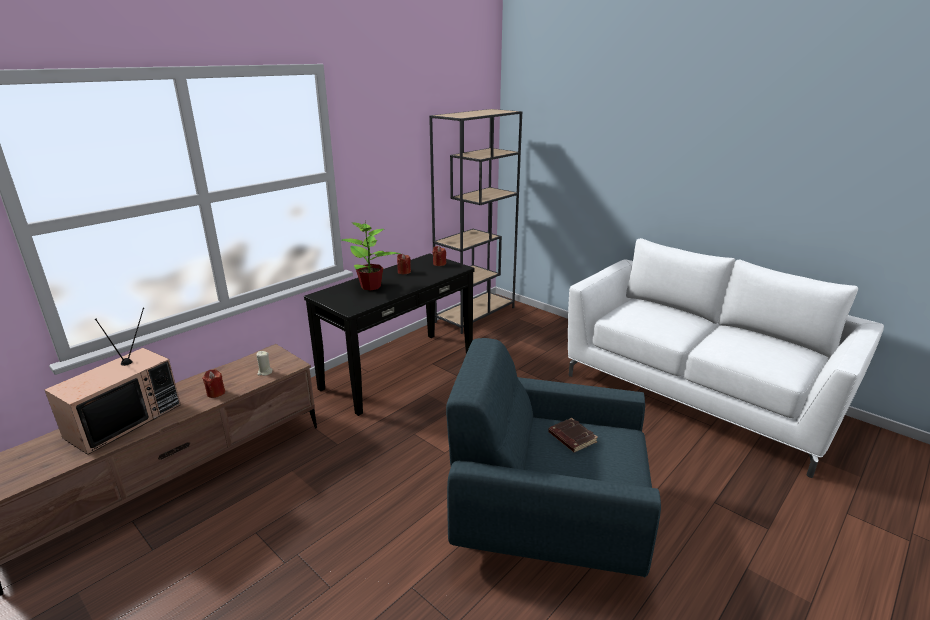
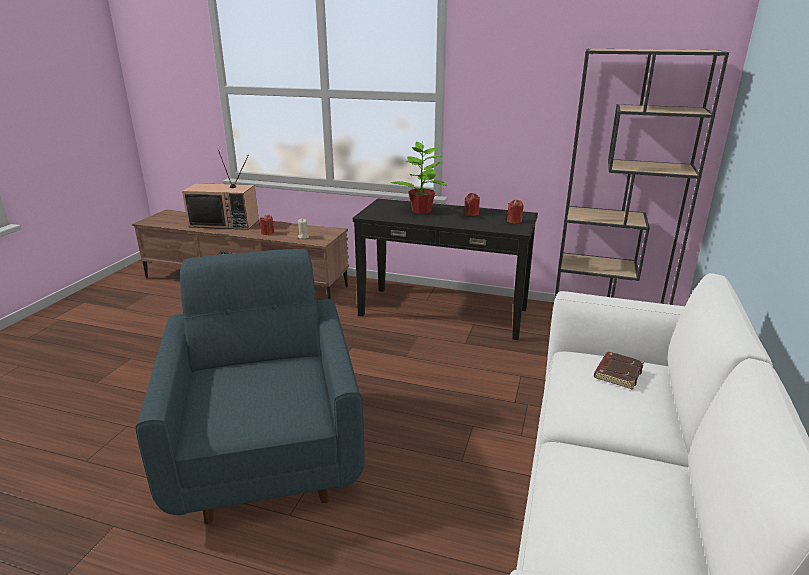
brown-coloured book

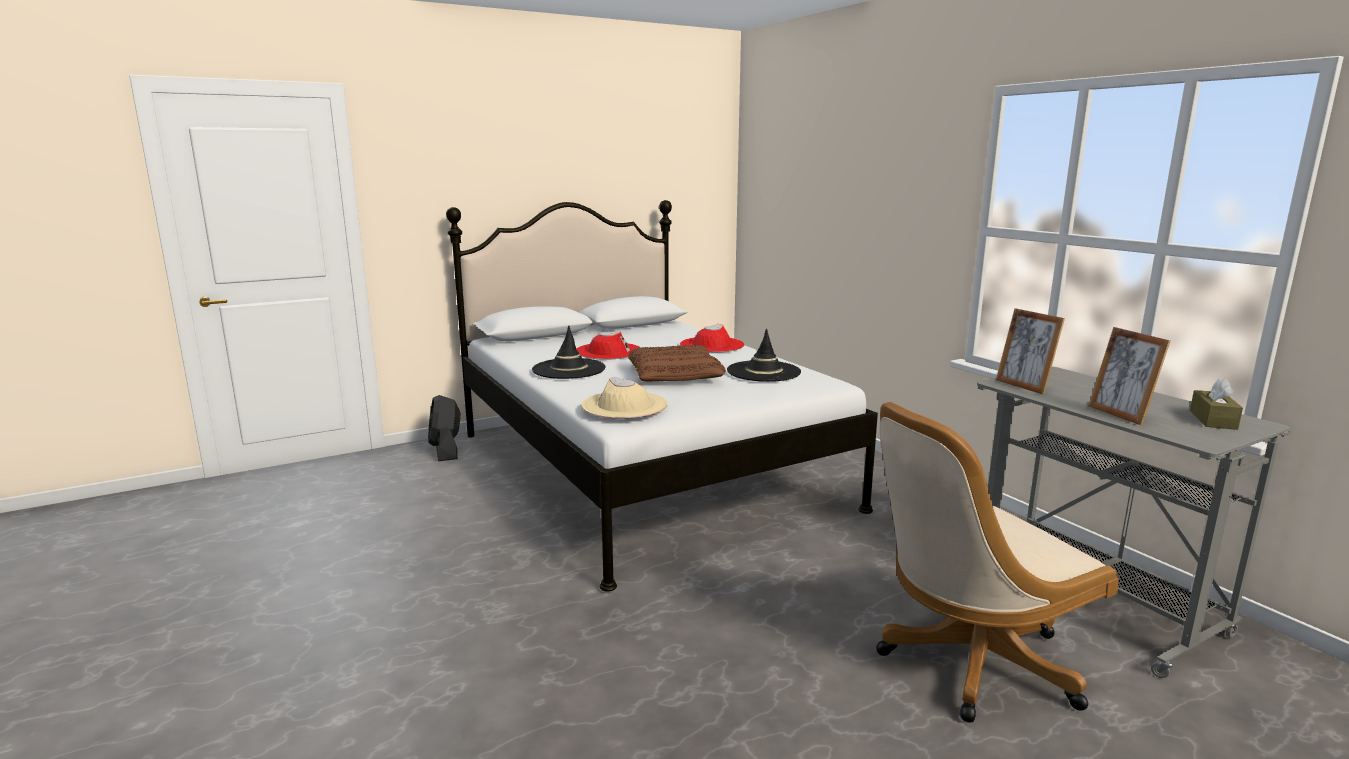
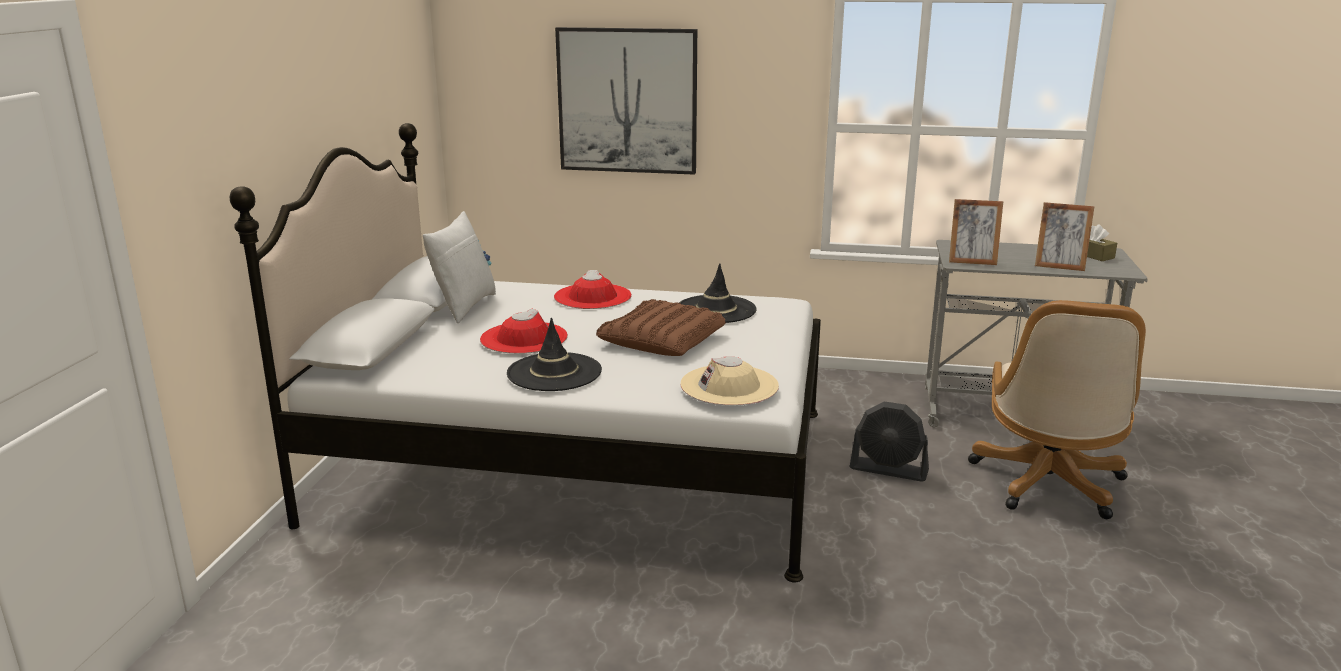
greyish throw pillow; wall picture; blackish electric fan

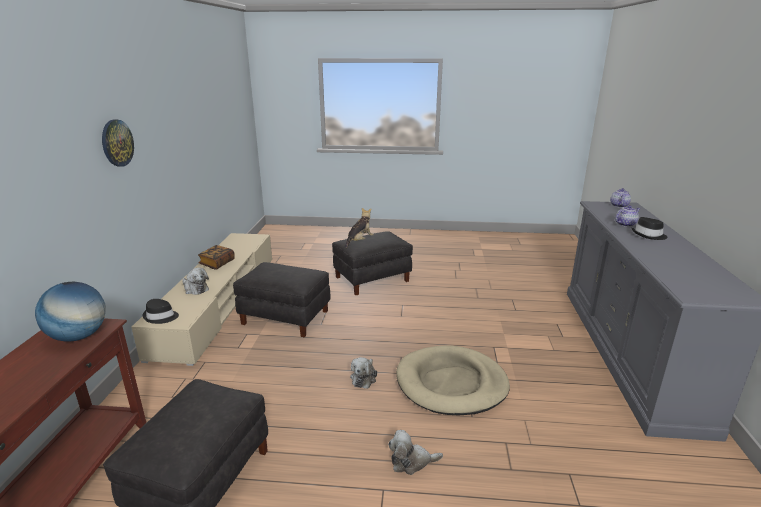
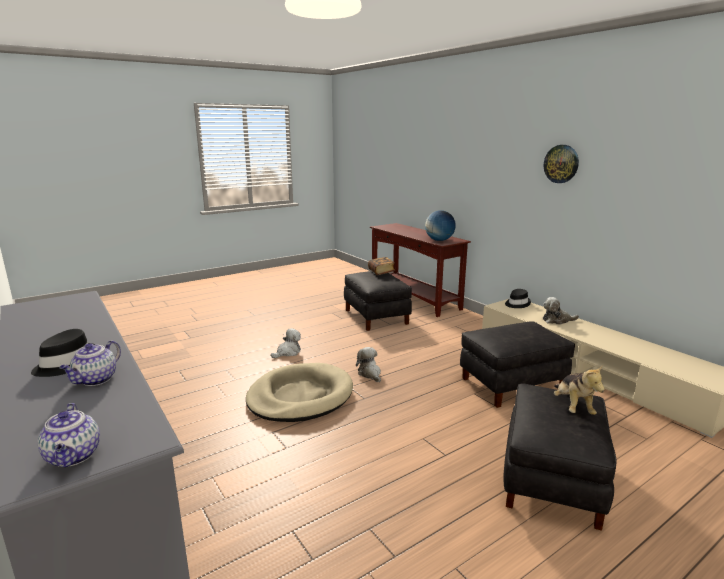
book

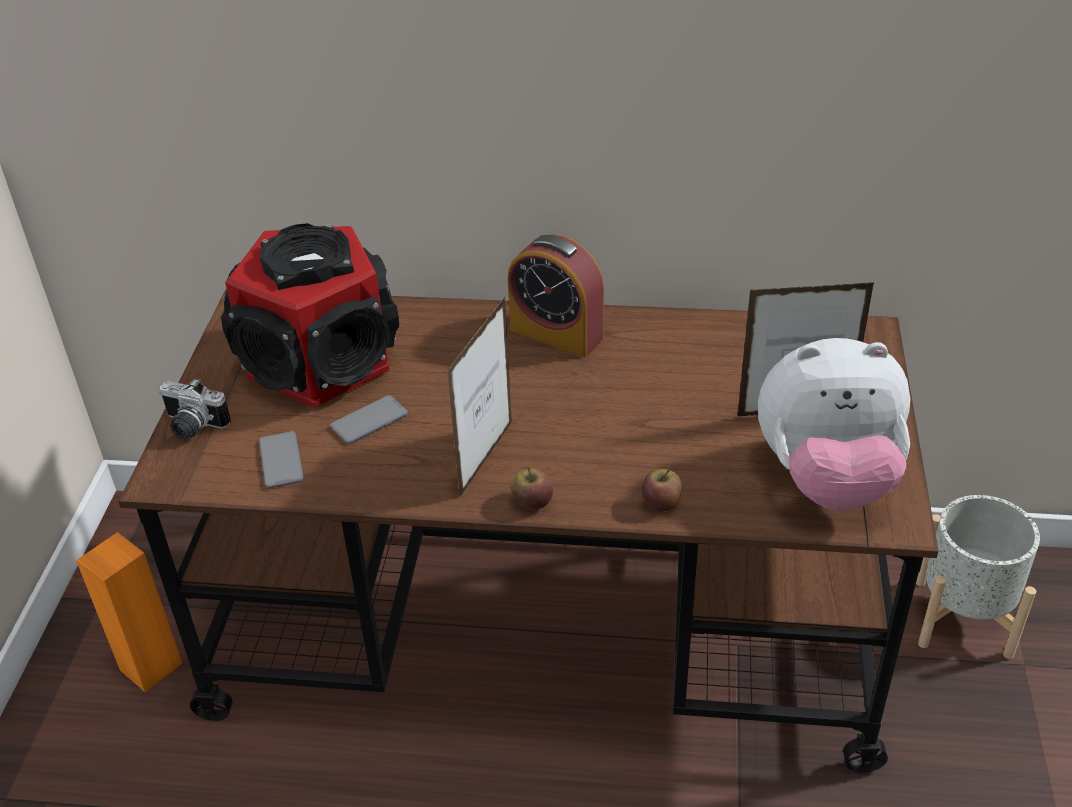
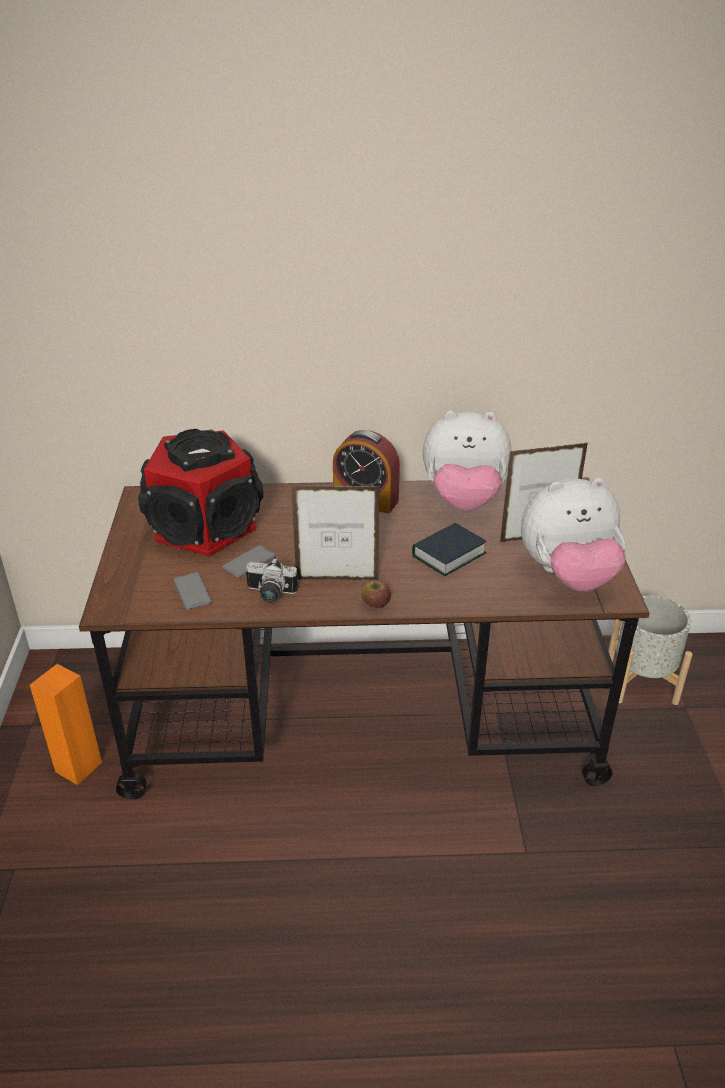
still camera; standing frame (no. 1 from left); book; cuddly toy (no. 1 from left); whole apple (no. 2 from left in the first image)

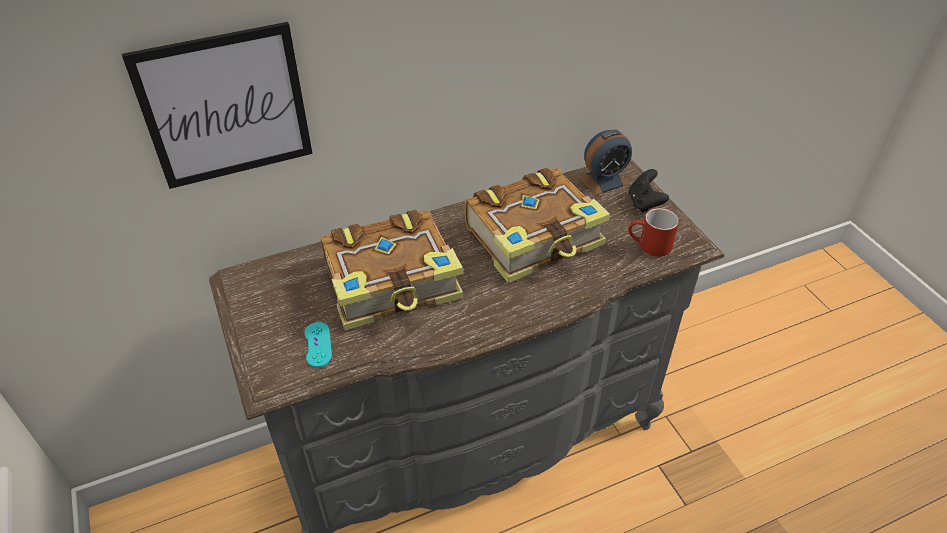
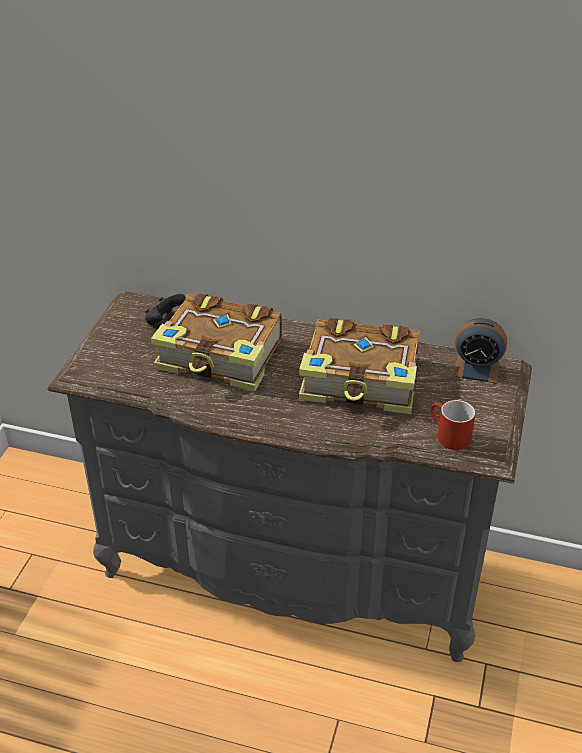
blackish game controller; wall picture; turquoise-coloured game controller

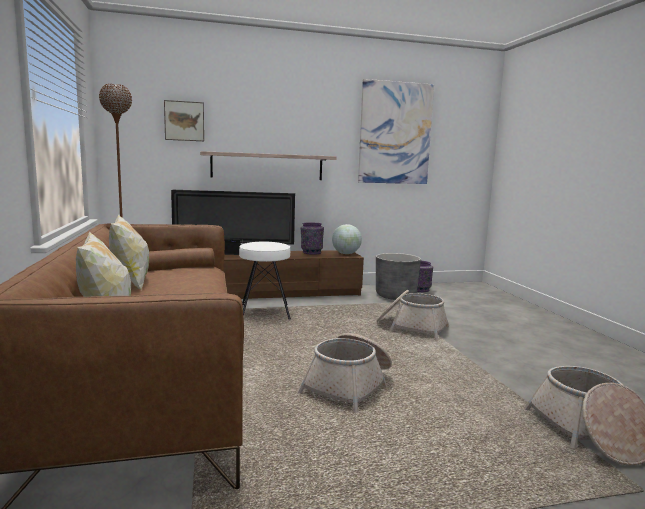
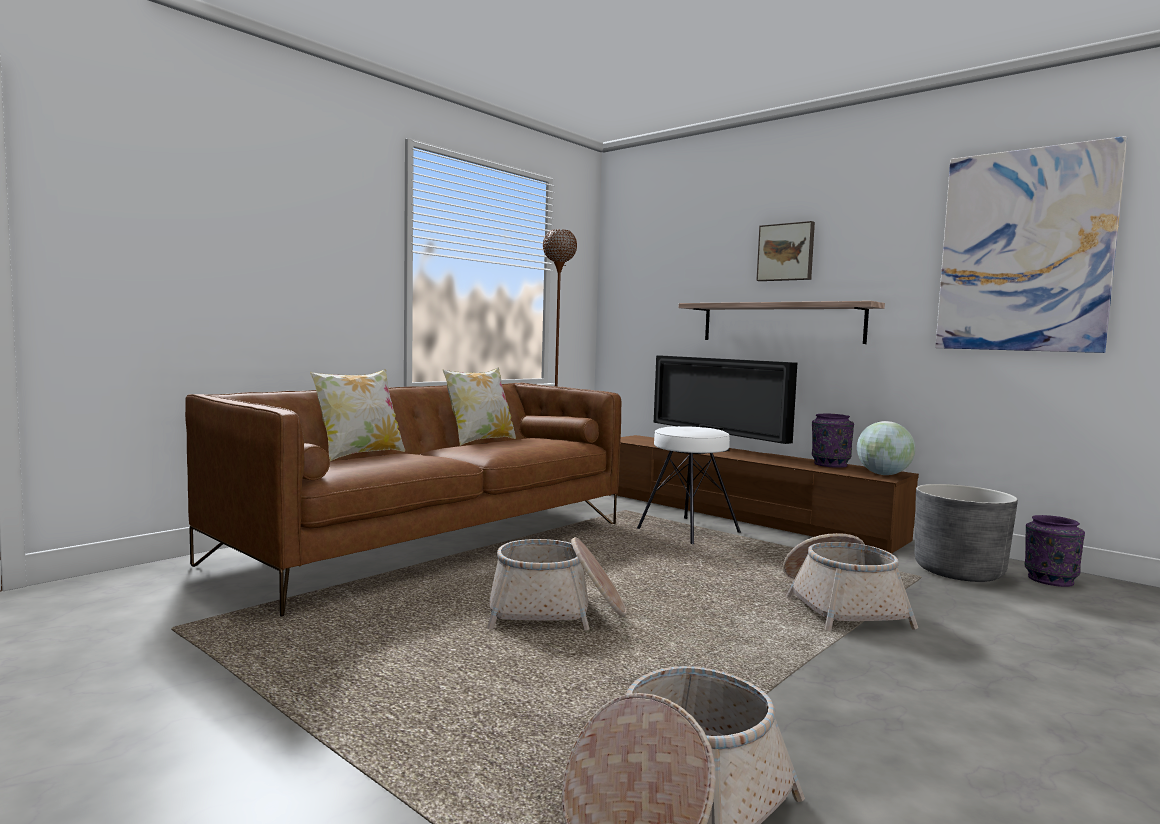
wall picture (no. 1 from left)

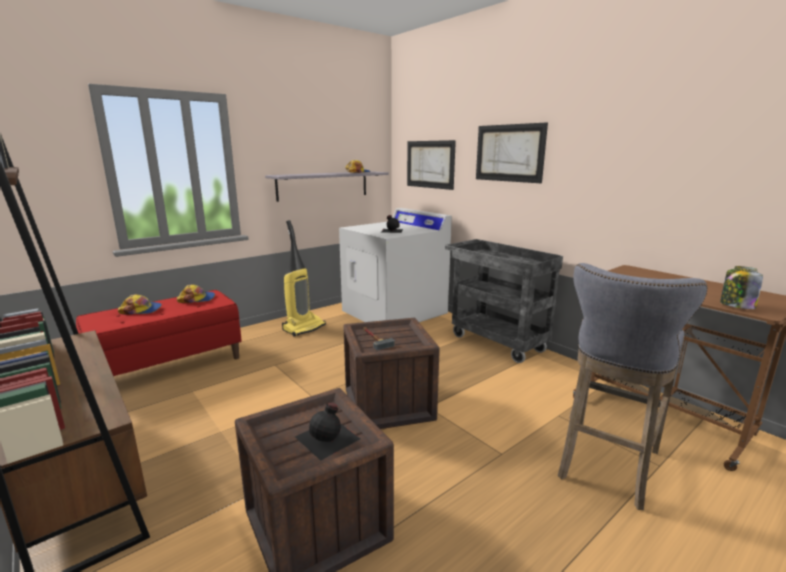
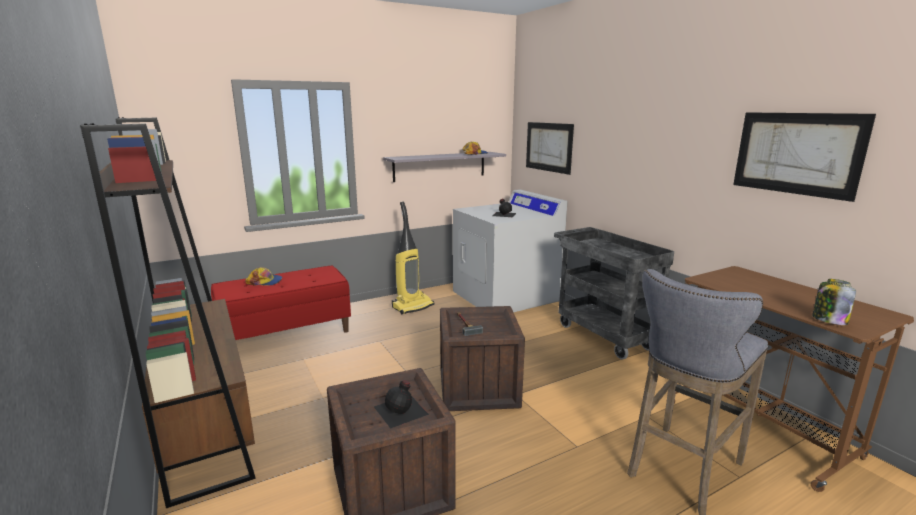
wall picture (no. 2 from left); peaked cap (no. 2 from left in the first image)

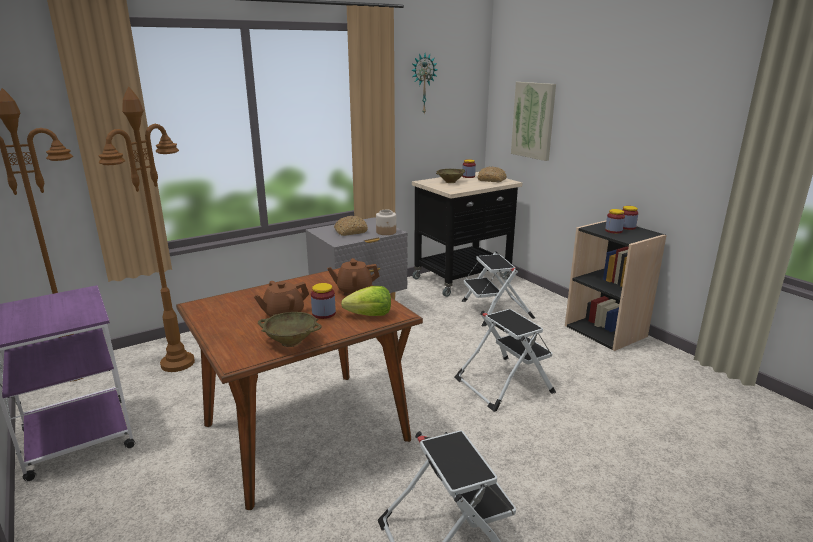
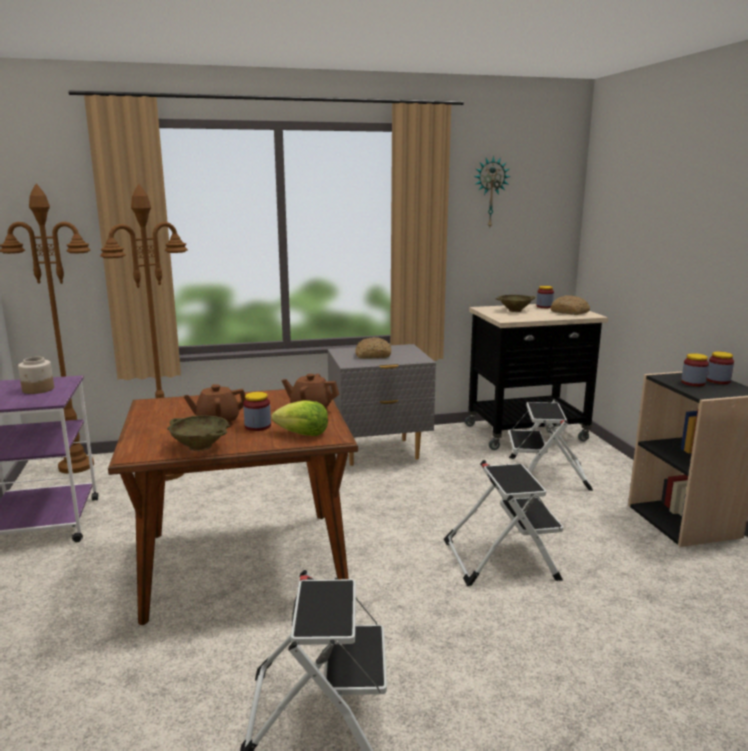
storage jar (no. 1 from left); wall picture

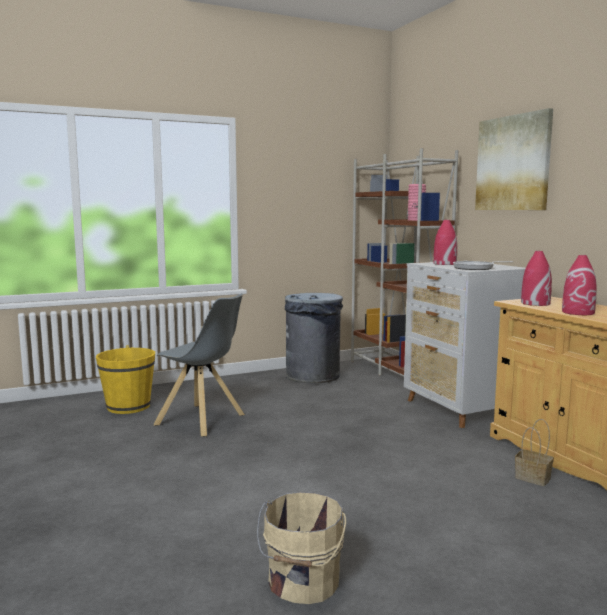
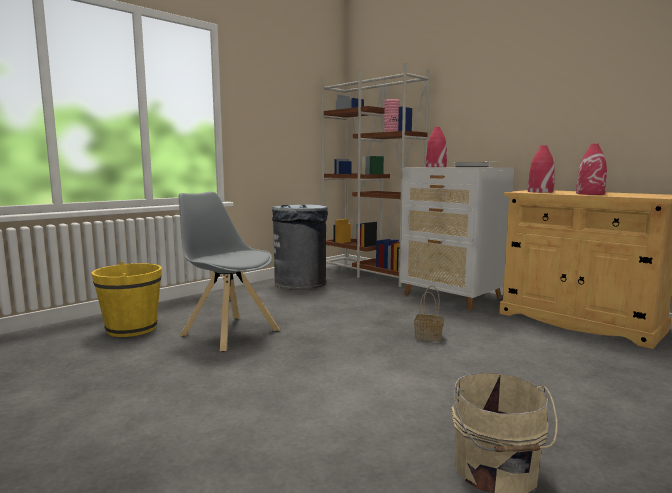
greyish plain chair; storage basket; wall picture

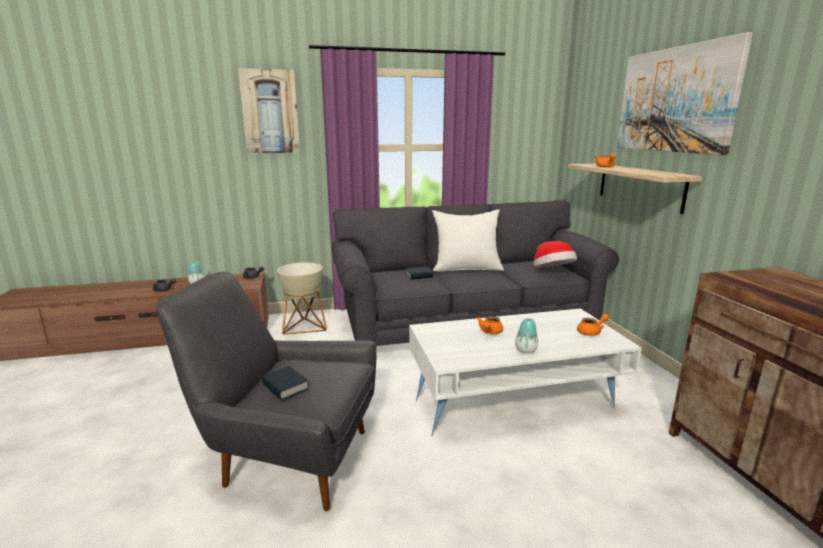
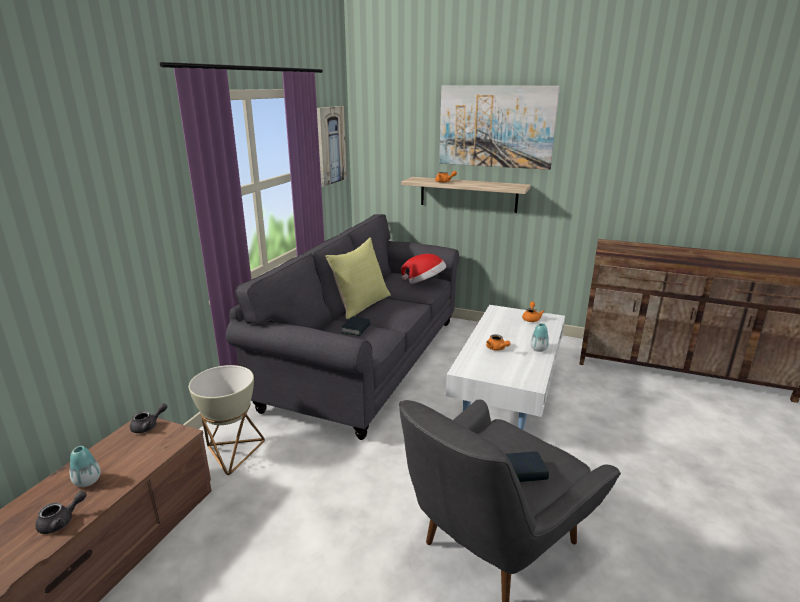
wall picture (no. 1 from left); yellowish throw pillow

